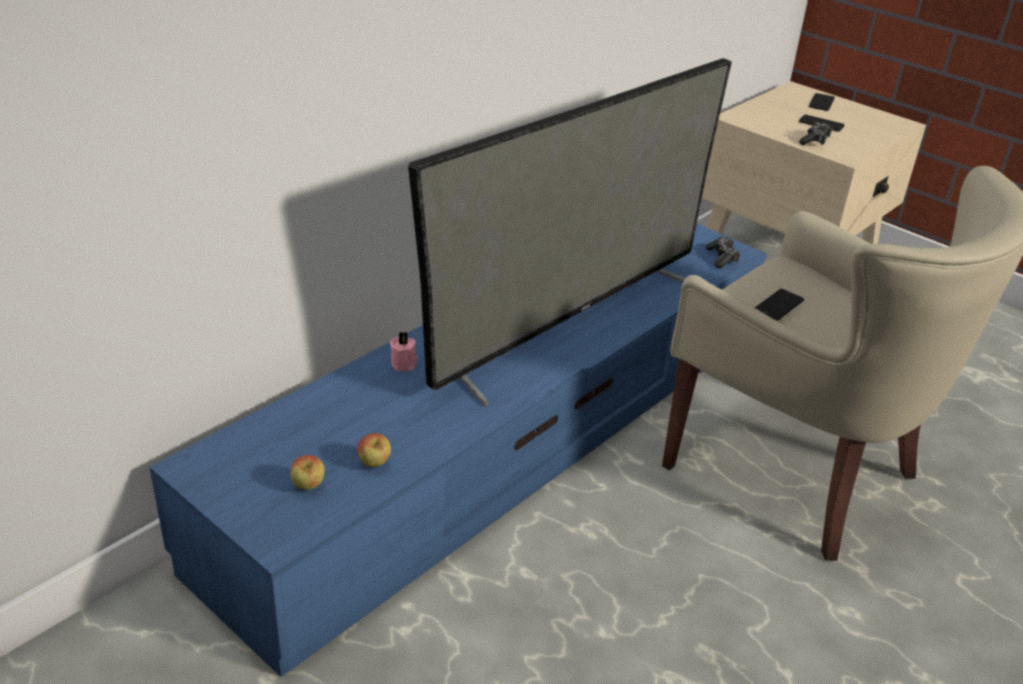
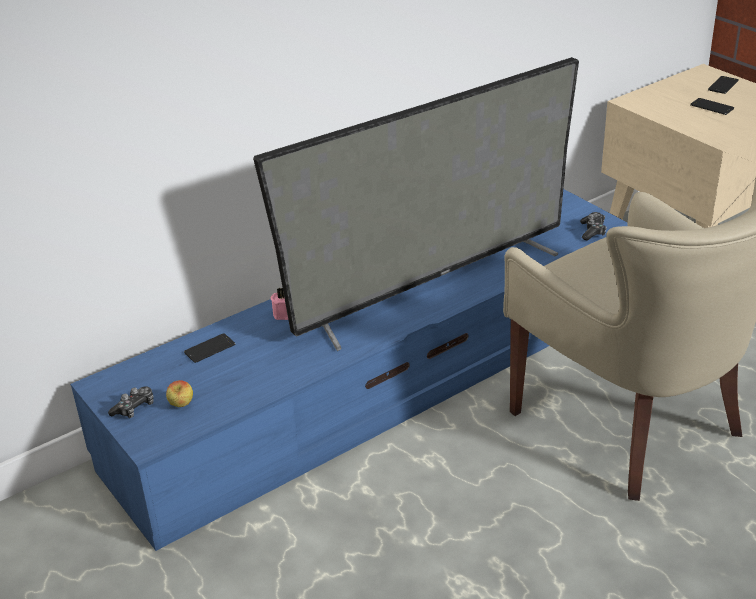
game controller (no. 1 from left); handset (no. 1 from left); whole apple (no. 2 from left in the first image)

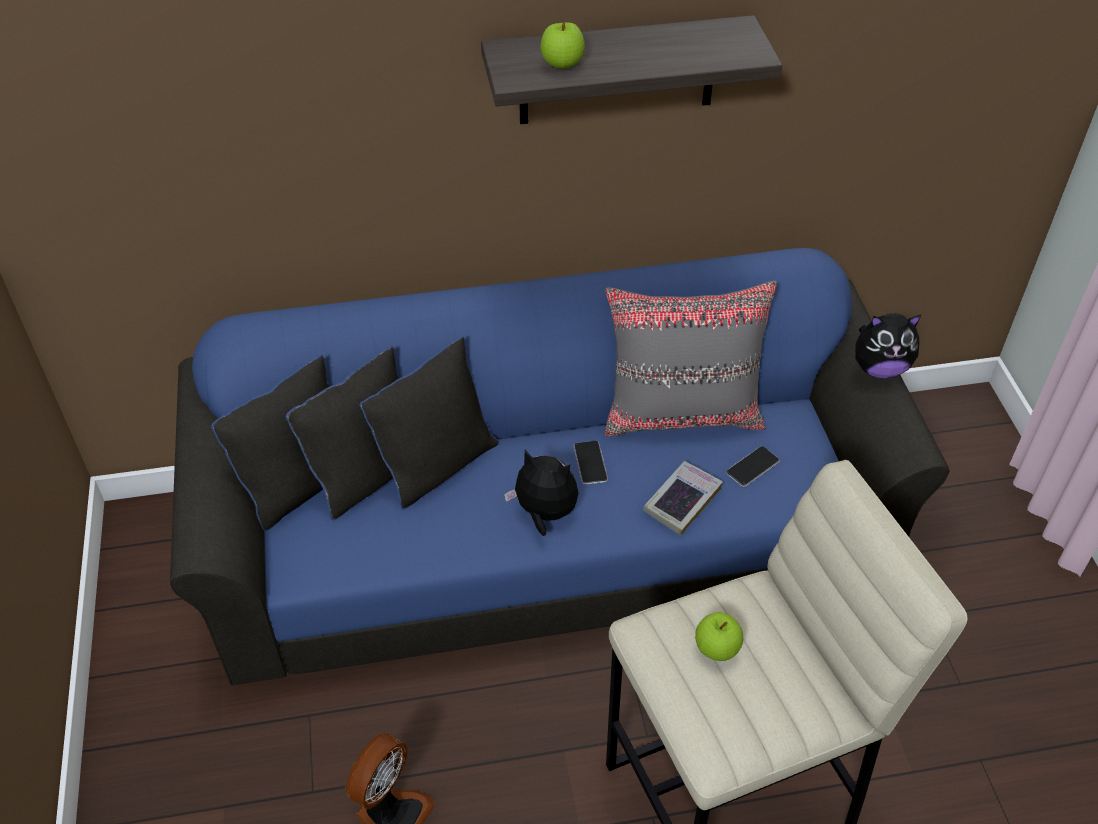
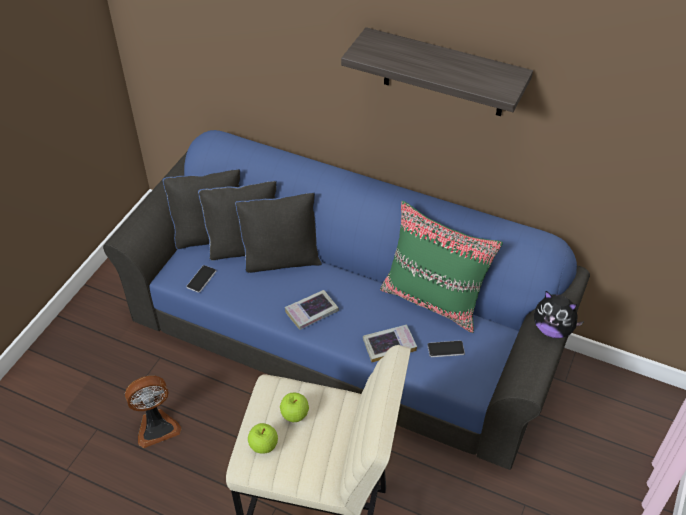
handset (no. 1 from left); whole apple (no. 1 from left); book (no. 1 from left); green-coloured throw pillow

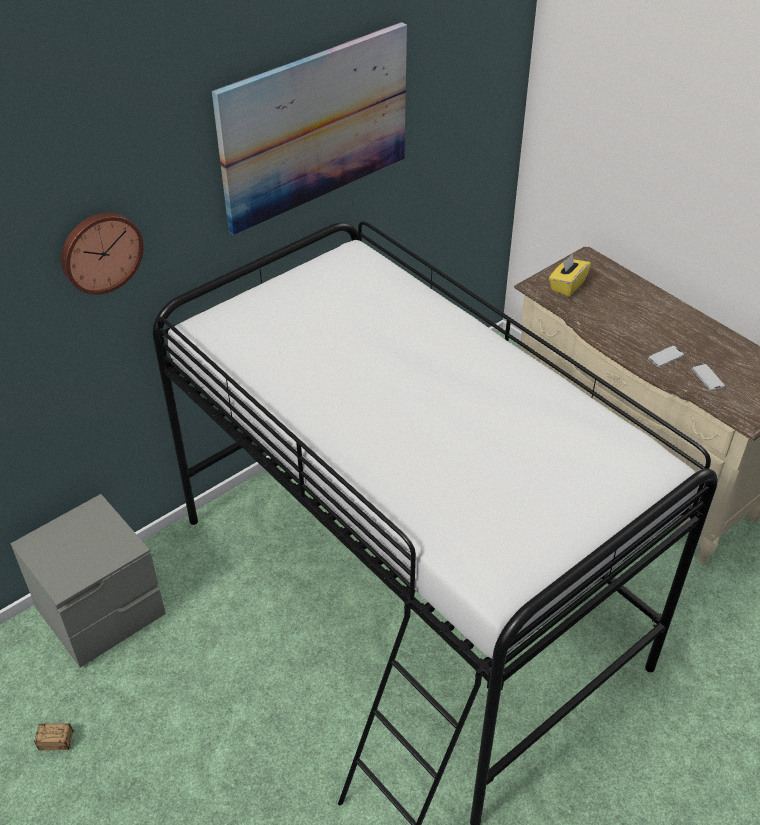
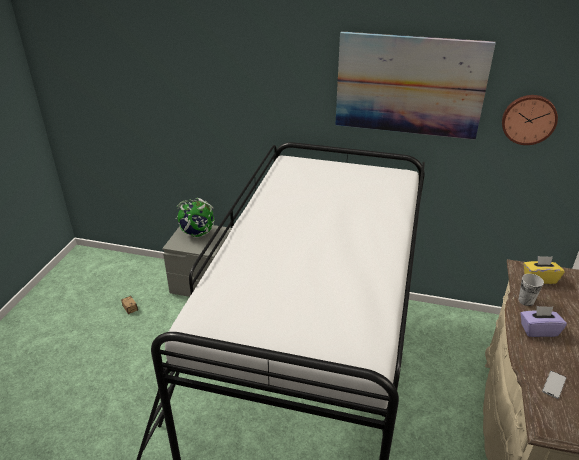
world globe; wall clock; small cup; purplish tissue holder; handset (no. 1 from left in the first image)

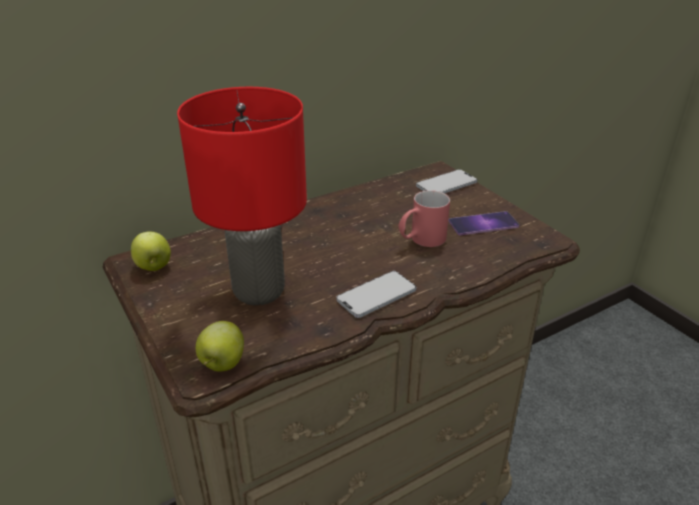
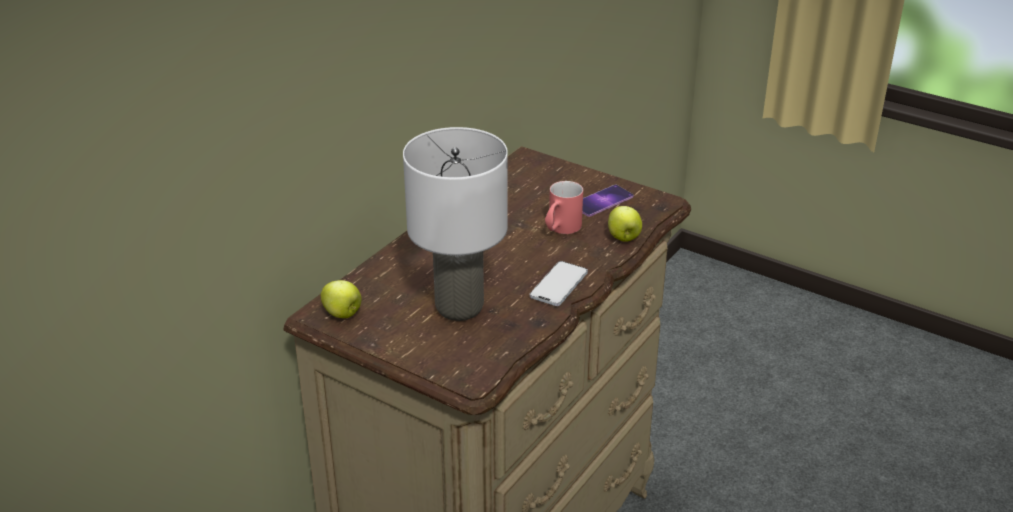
white-coloured lamp for a table; whole apple (no. 2 from left); handset (no. 2 from left in the first image)

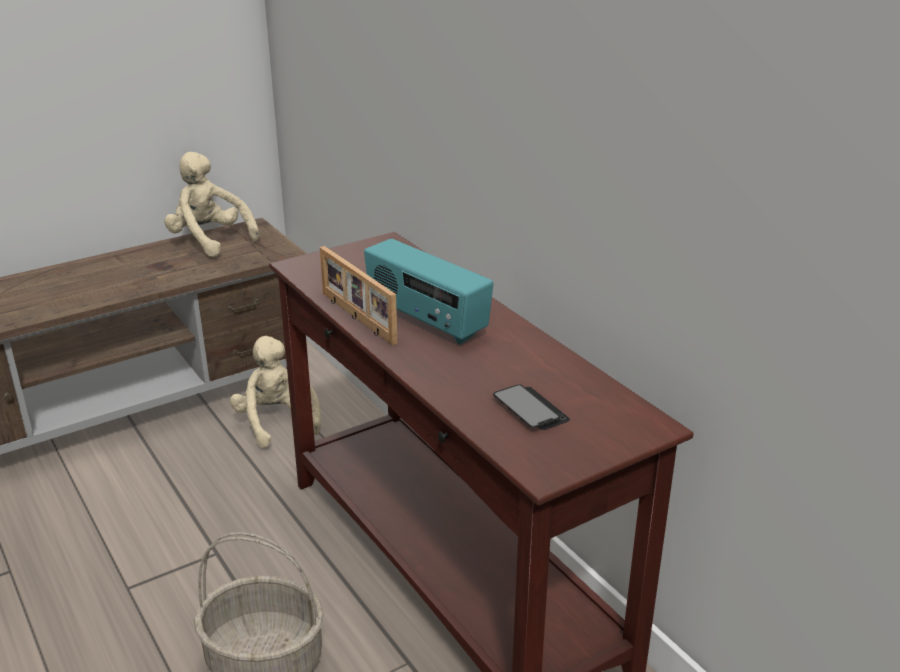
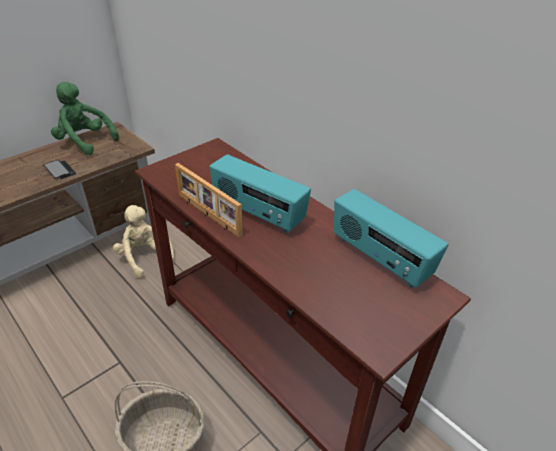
handset; green-coloured cuddly toy; radio (no. 2 from left)

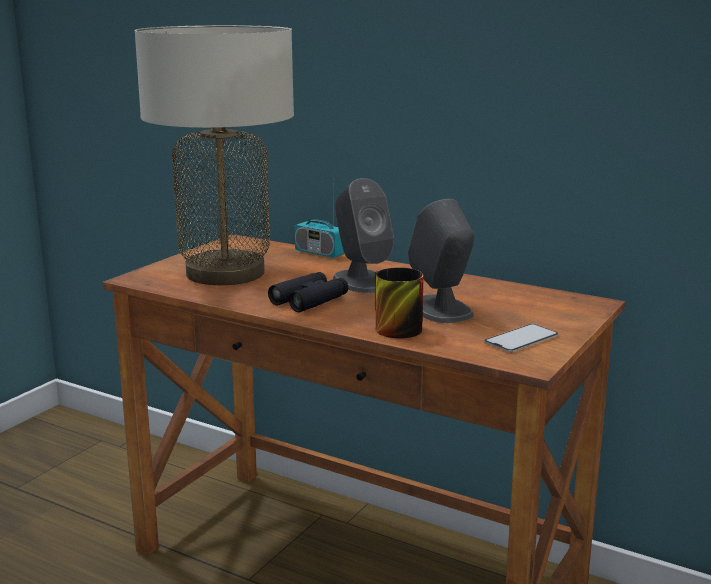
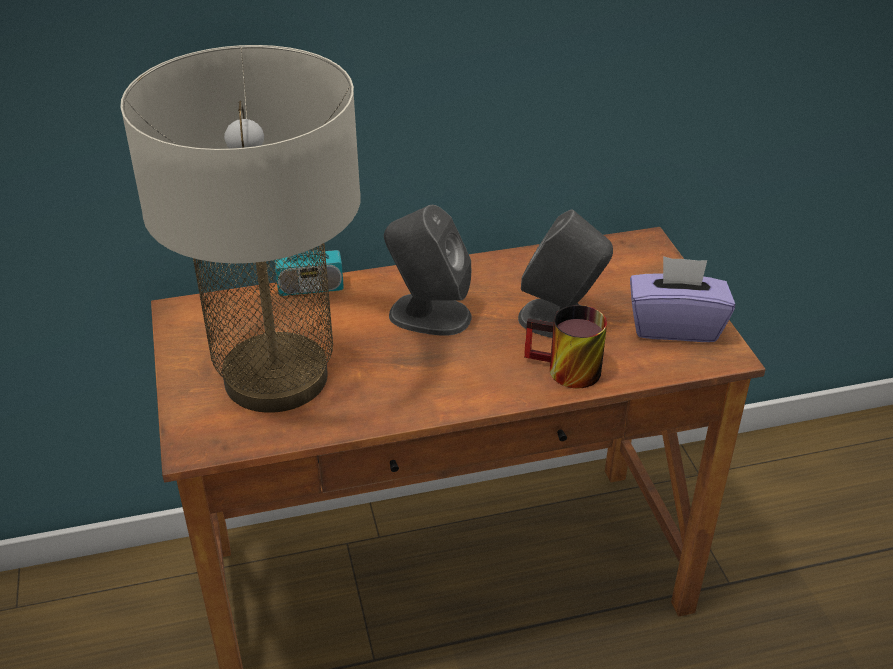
purplish tissue holder; blackish field glasses

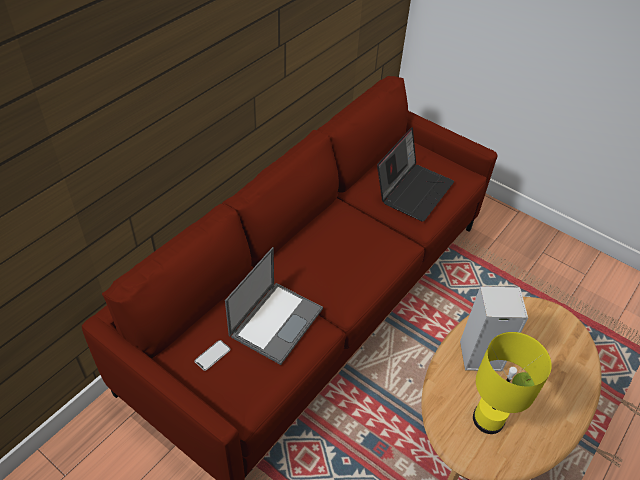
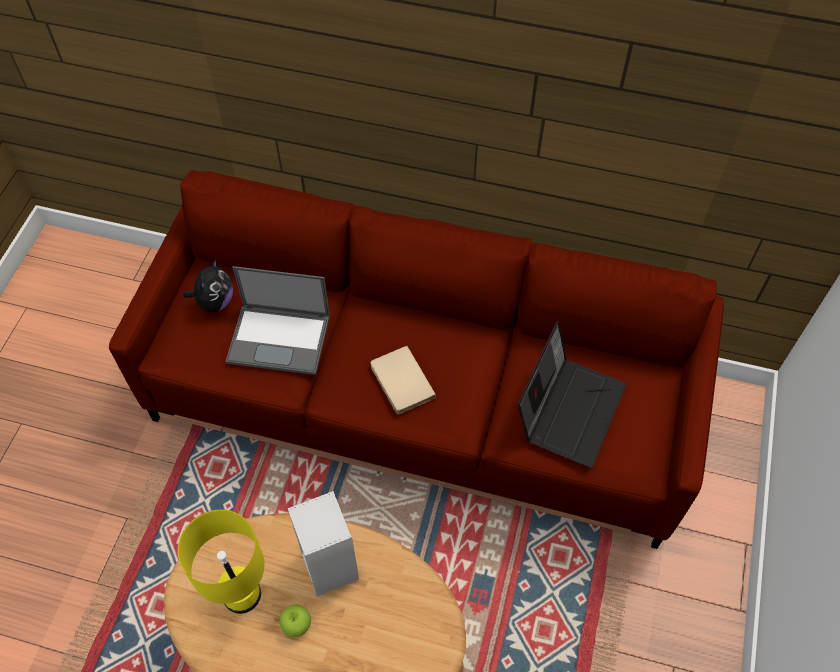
cuddly toy; beige book; notebook computer (no. 2 from left)

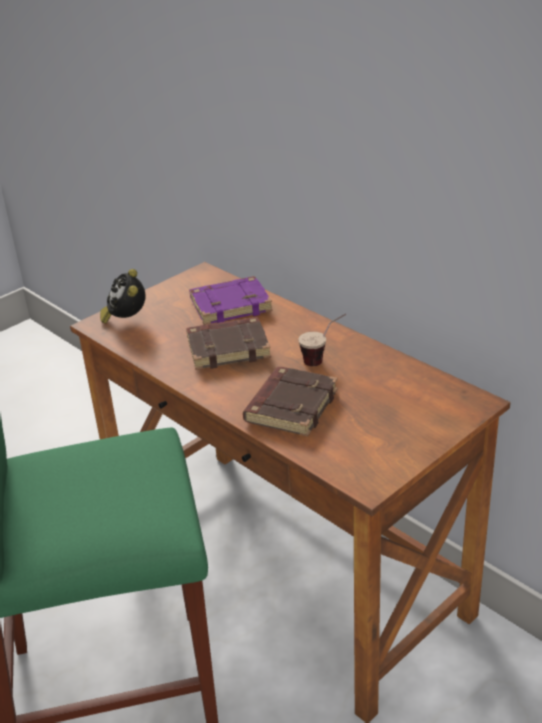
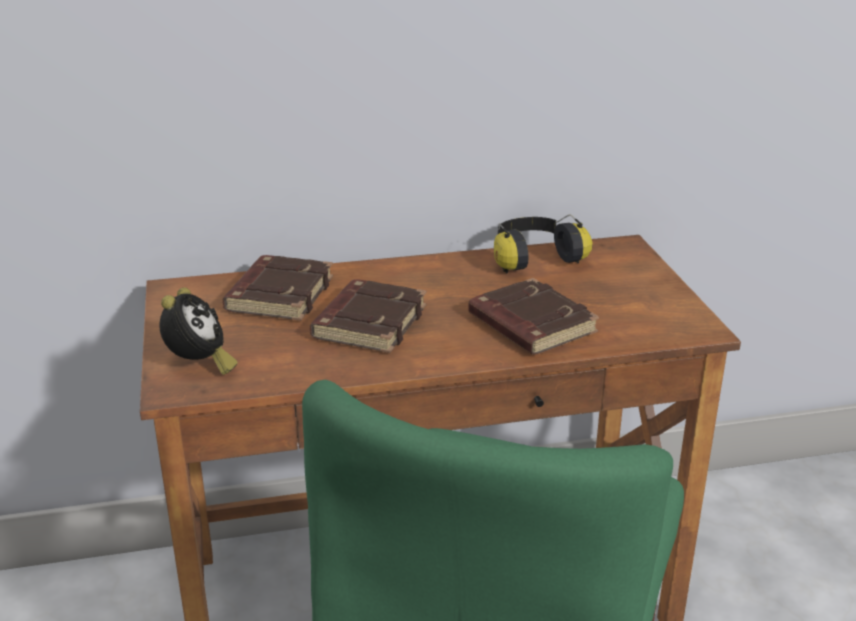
bedside clock; brown-coloured book (no. 1 from left); headset; small cup

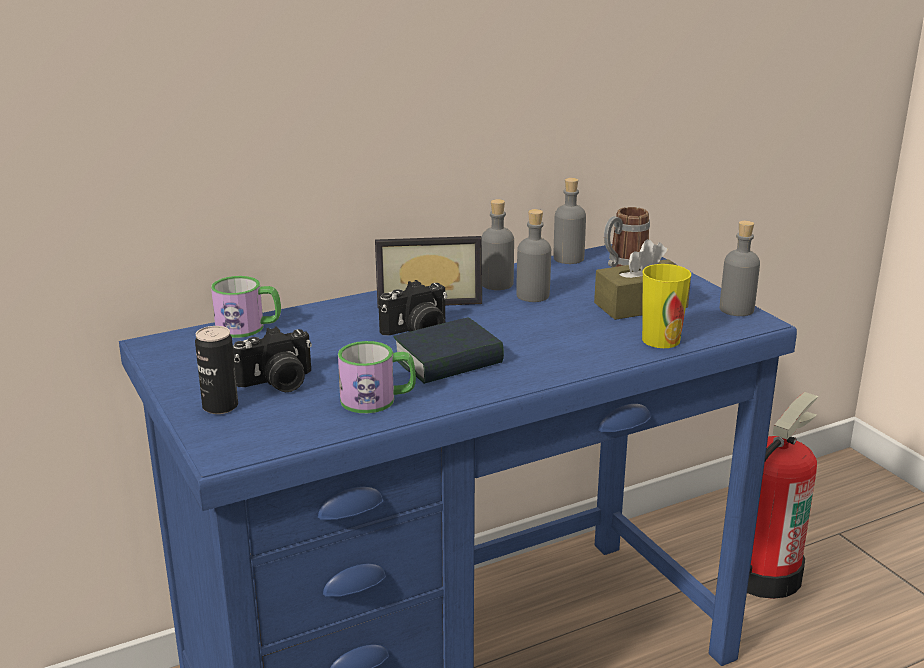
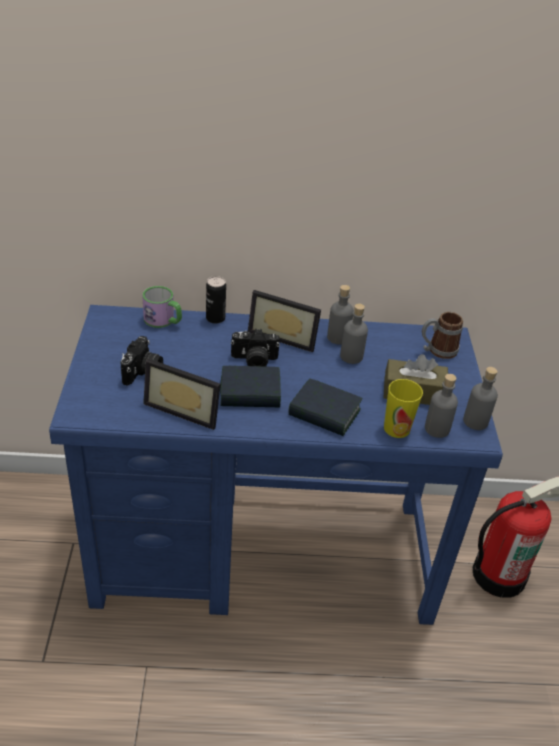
still camera (no. 1 from left); standing frame (no. 1 from left); can; book (no. 2 from left); greyish beverage bottle (no. 3 from left)

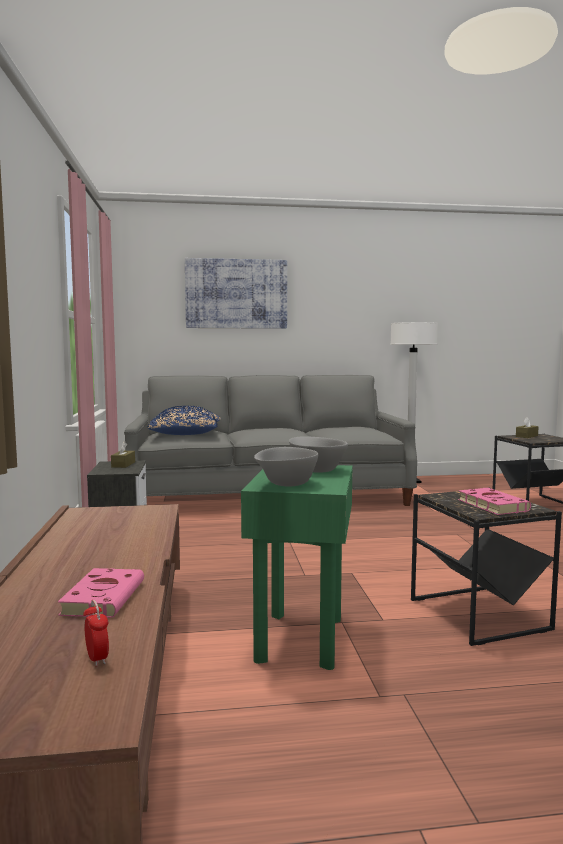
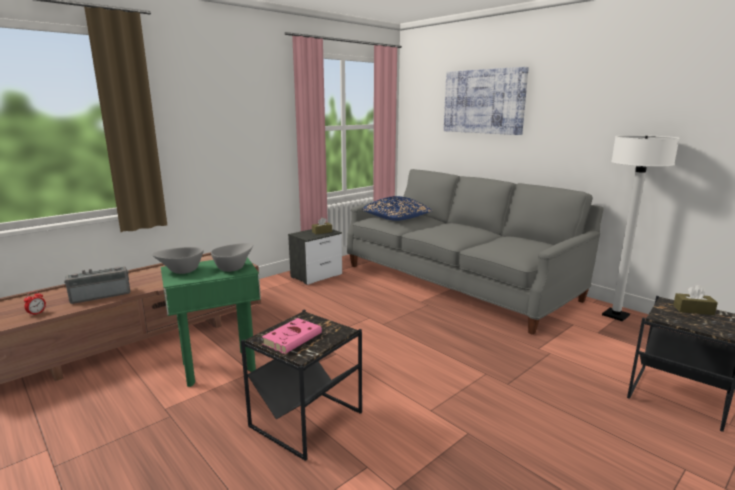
radio

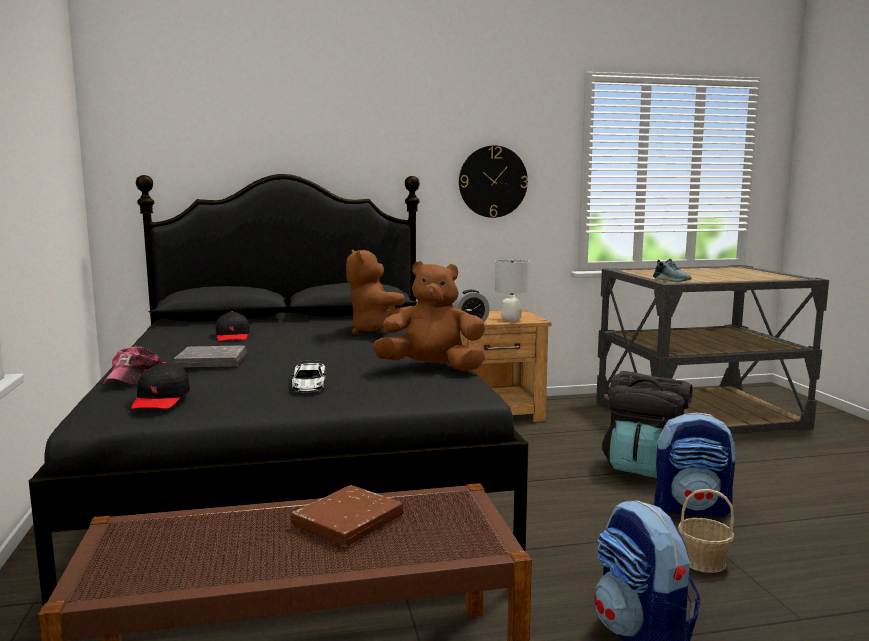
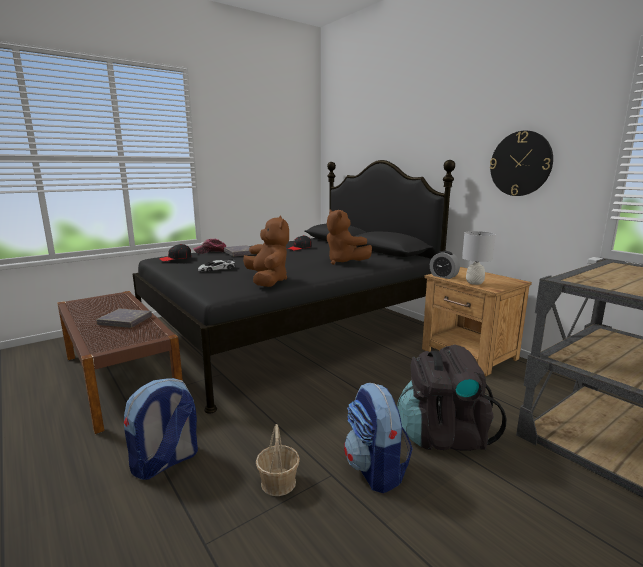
greyish book (no. 1 from left); brown-coloured cuddly toy (no. 2 from left); item of footwear

